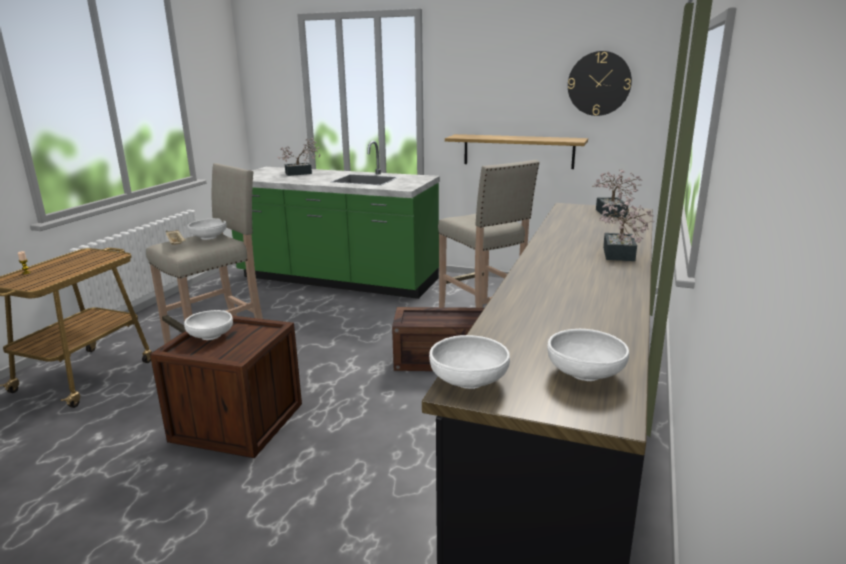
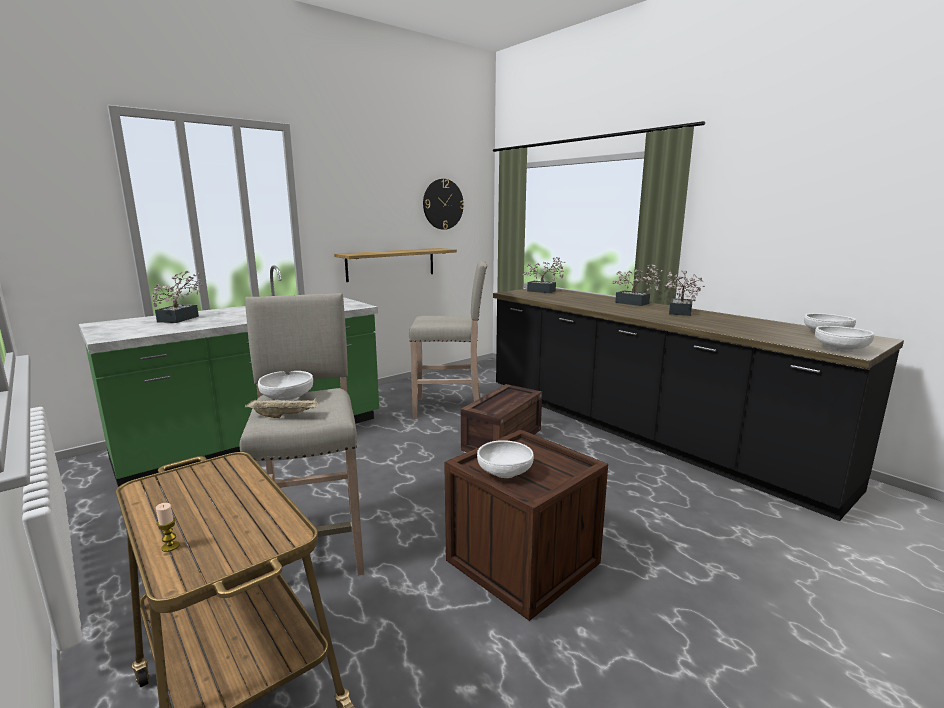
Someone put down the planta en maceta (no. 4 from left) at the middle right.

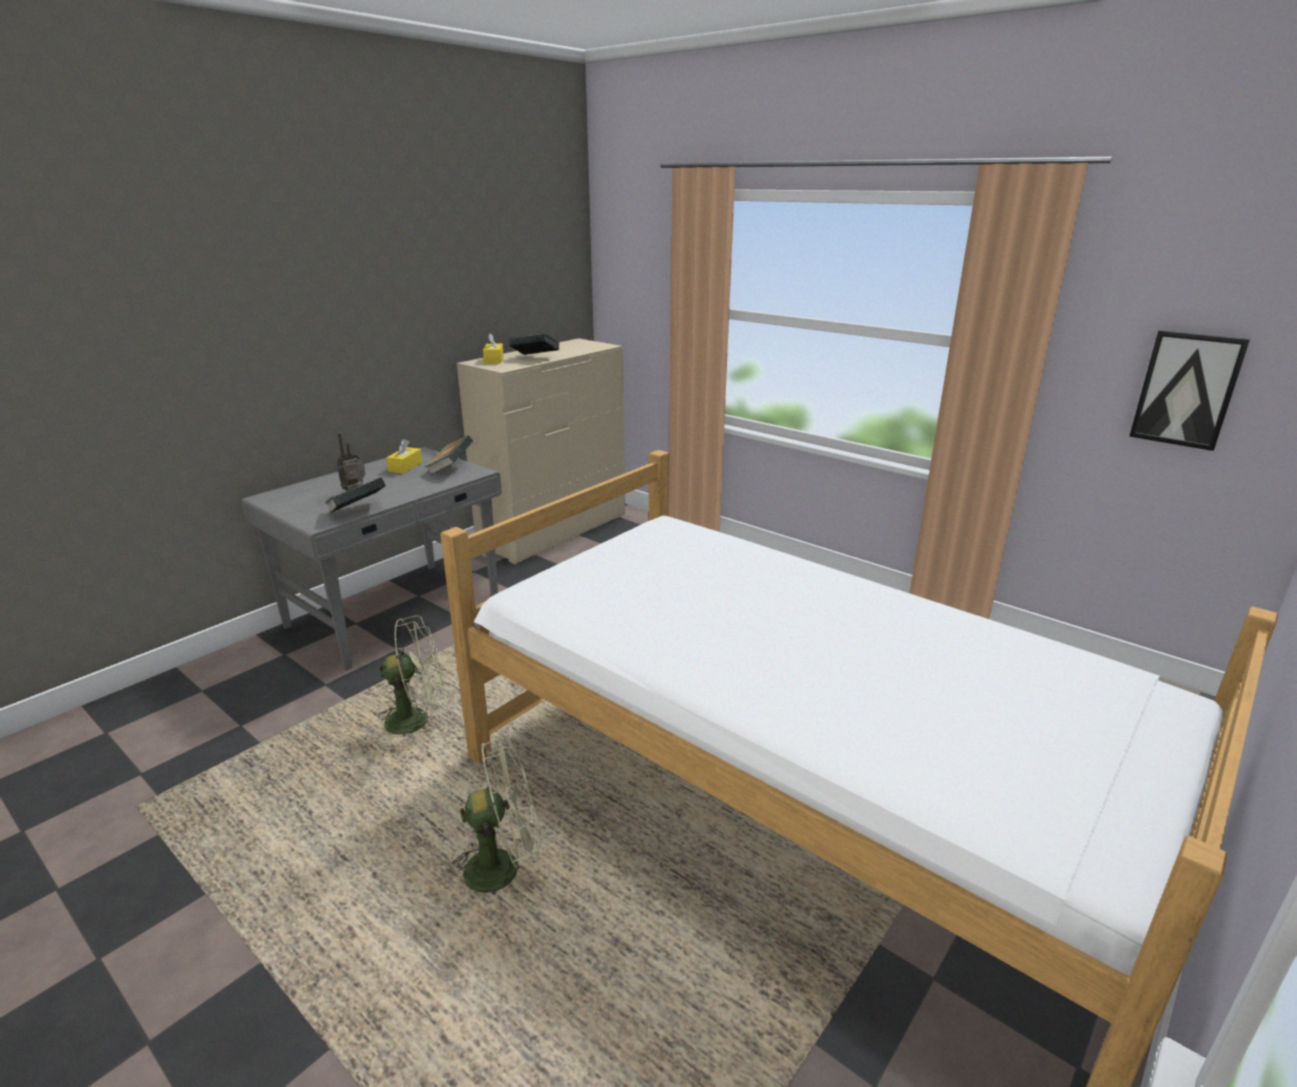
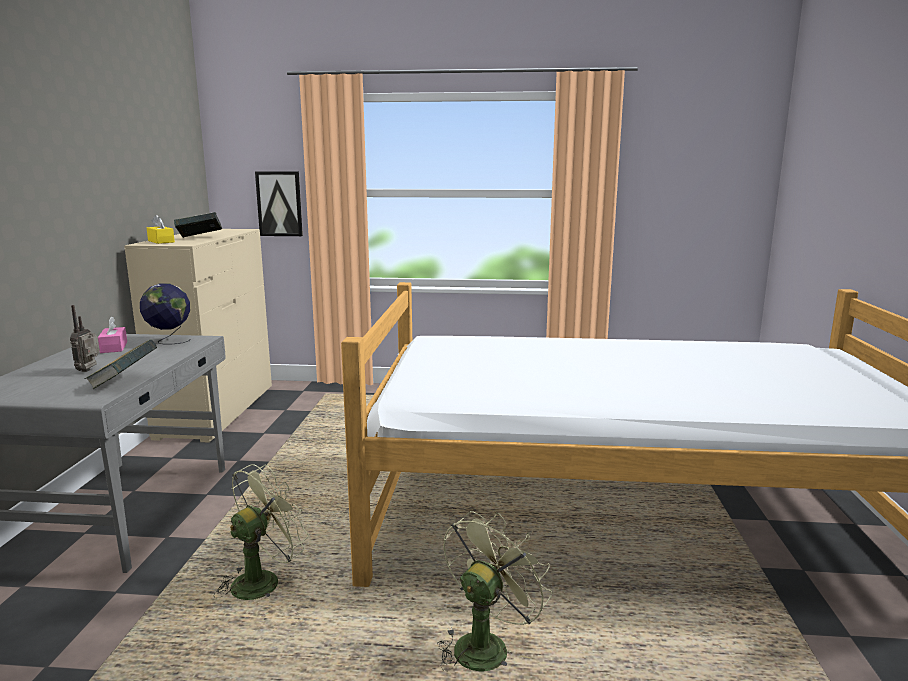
Someone carried the cuadro from the middle right to the top left. Someone swapped the libro (no. 2 from left) at the centre for the globo terráqueo at the middle left. Someone repainted the caja de pañuelos (amarillo) (no. 1 from left) at the middle left, which became the caja de pañuelos (rosa) at the middle left.

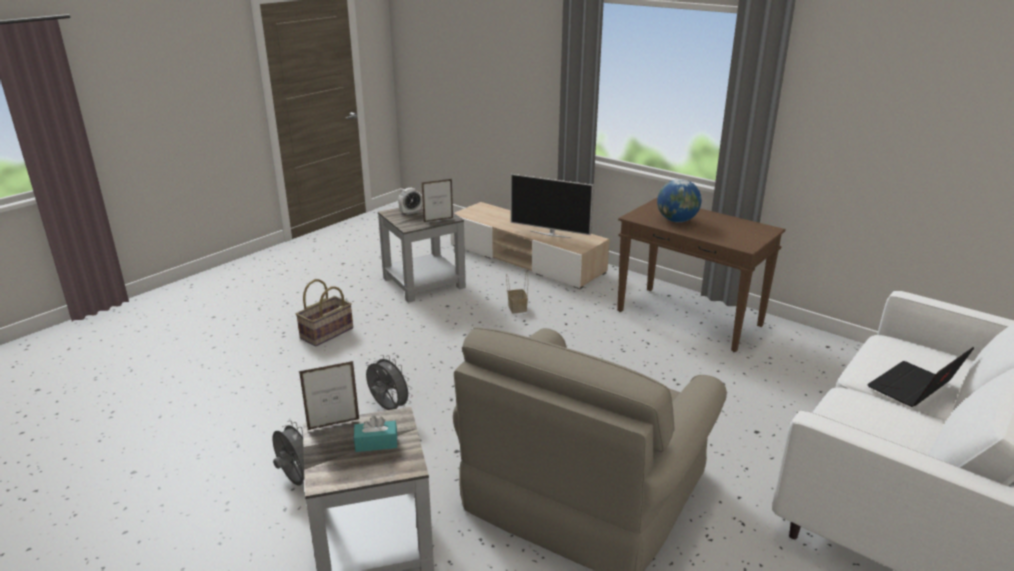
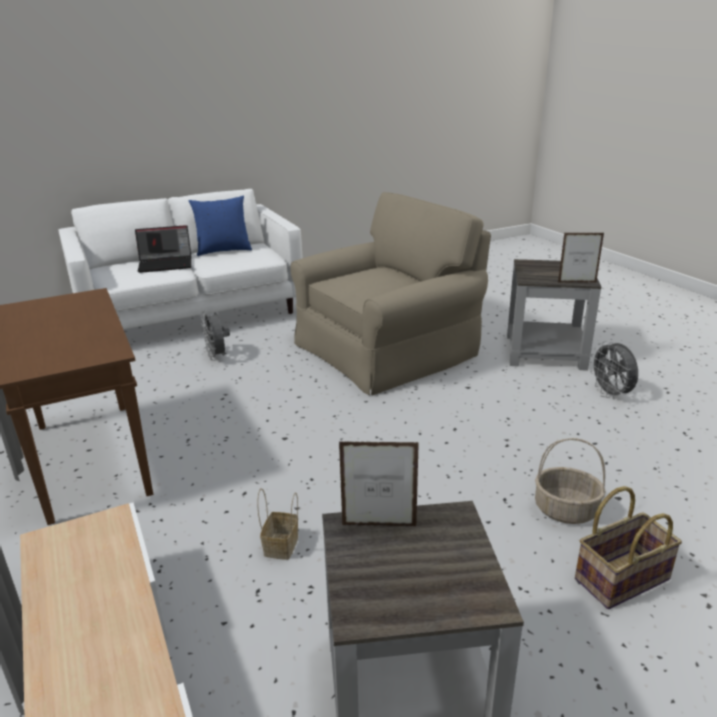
Someone took away the televisor at the centre. Someone took away the globo terráqueo at the middle right. Someone took away the despertador at the centre. Someone carried the ventilador (gris) (no. 2 from left in the first image) from the bottom centre to the middle left. Someone took away the caja de pañuelos (turquesa) at the bottom centre. Someone put down the cojín (azul) at the top left. Someone put down the cesta (no. 2 from left) at the bottom right.

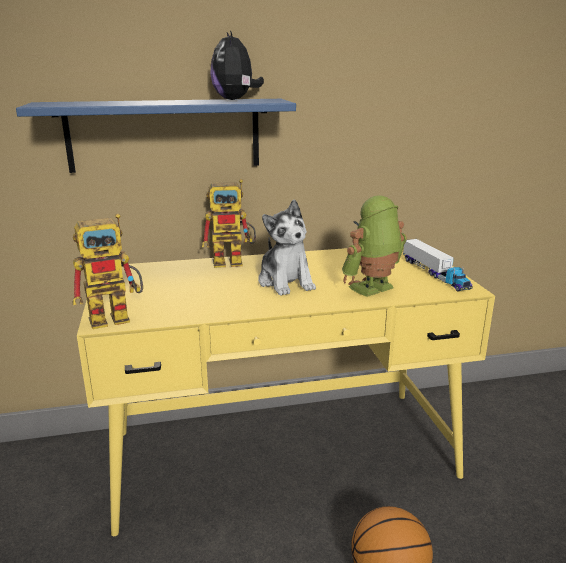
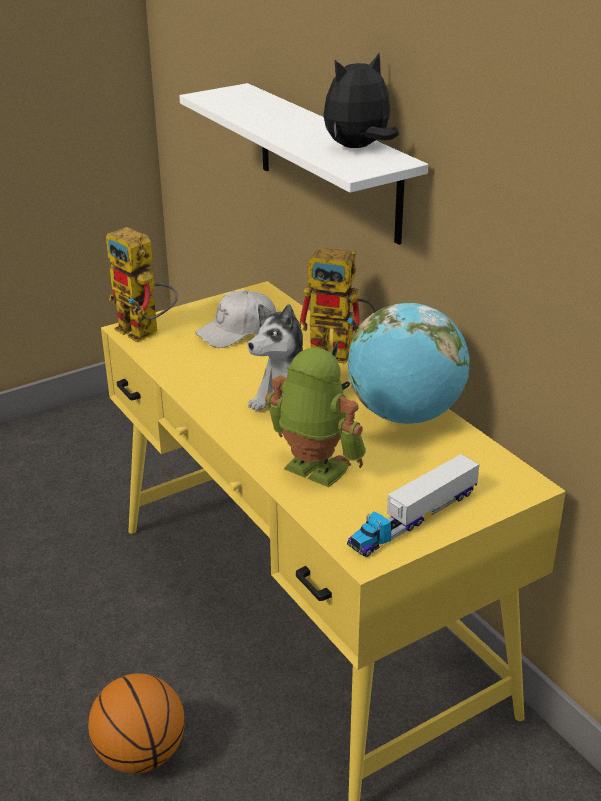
Someone repainted the estante (azul) at the top left, which became the estante (blanco) at the top centre. Someone rotated the robot de juguete (no. 2 from left in the first image) at the centre by 45 degrees counterclockwise. Someone put down the gorra (blanco) at the centre. Someone put down the globo terráqueo at the middle right.

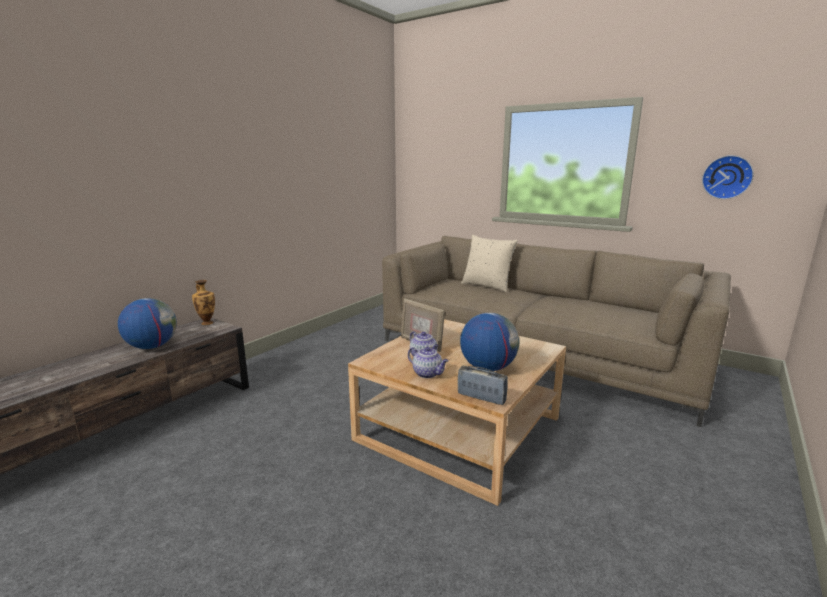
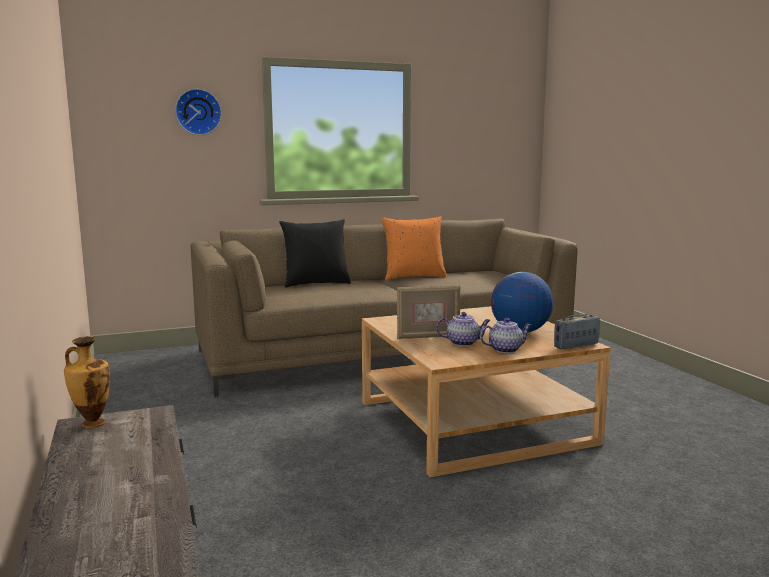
Someone carried the reloj de pared from the top right to the top left. Someone repainted the cojín (beis) at the centre, which became the cojín (negro) at the centre. Someone took away the globo terráqueo (no. 1 from left) at the middle left. Someone put down the cojín (naranja) at the centre.

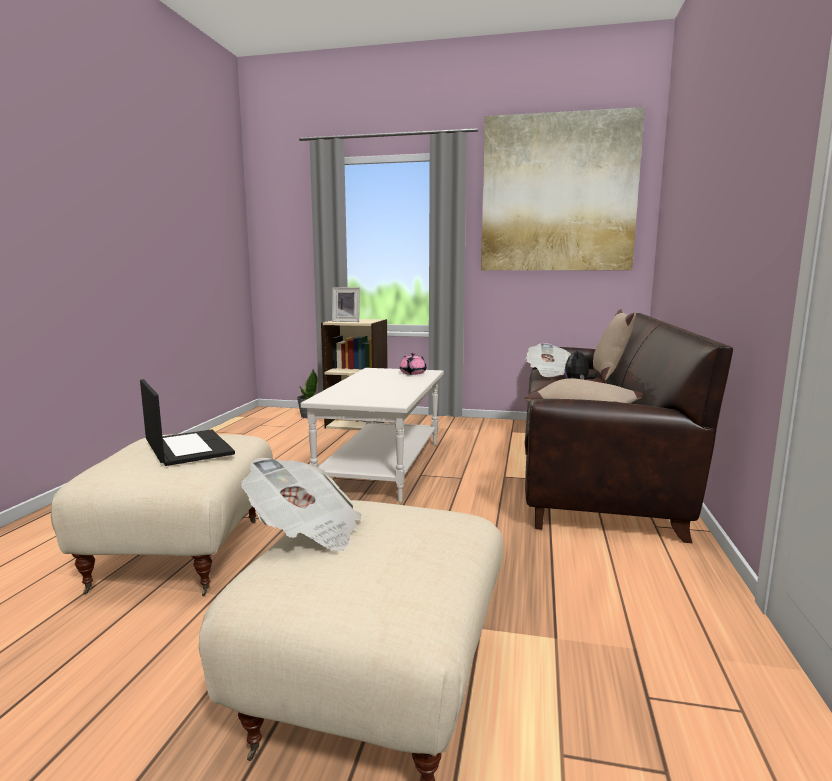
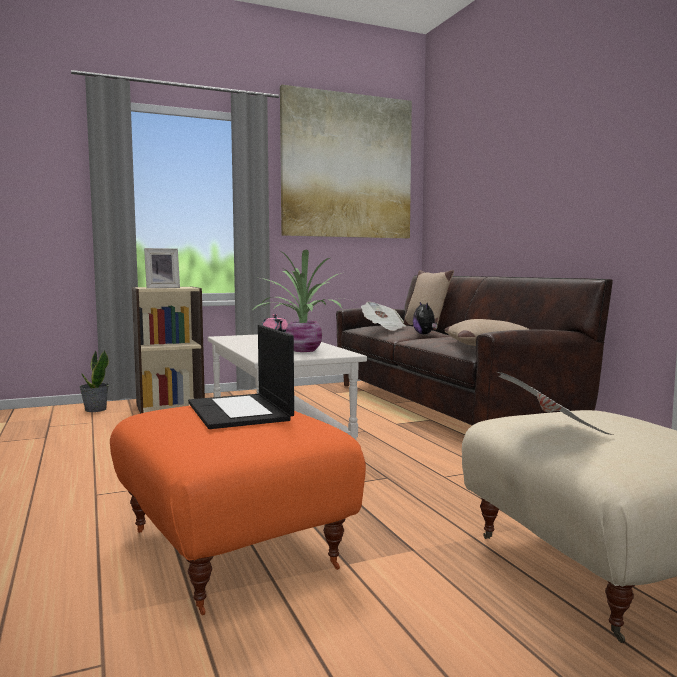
Someone rotated the portátil at the middle left by 135 degrees counterclockwise. Someone repainted the puf (beis) (no. 1 from left) at the middle left, which became the puf (naranja) at the bottom centre. Someone put down the planta en maceta (no. 2 from left) at the centre.

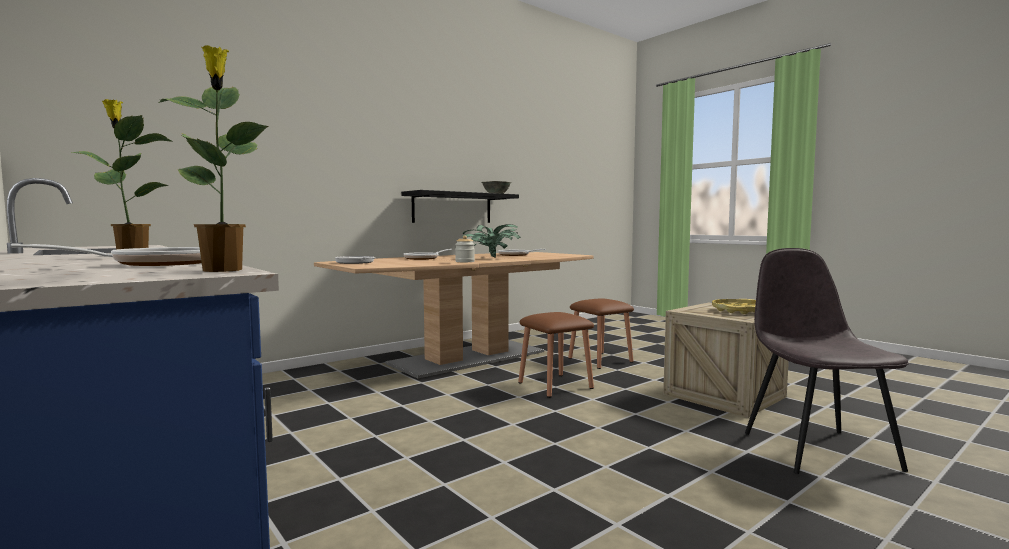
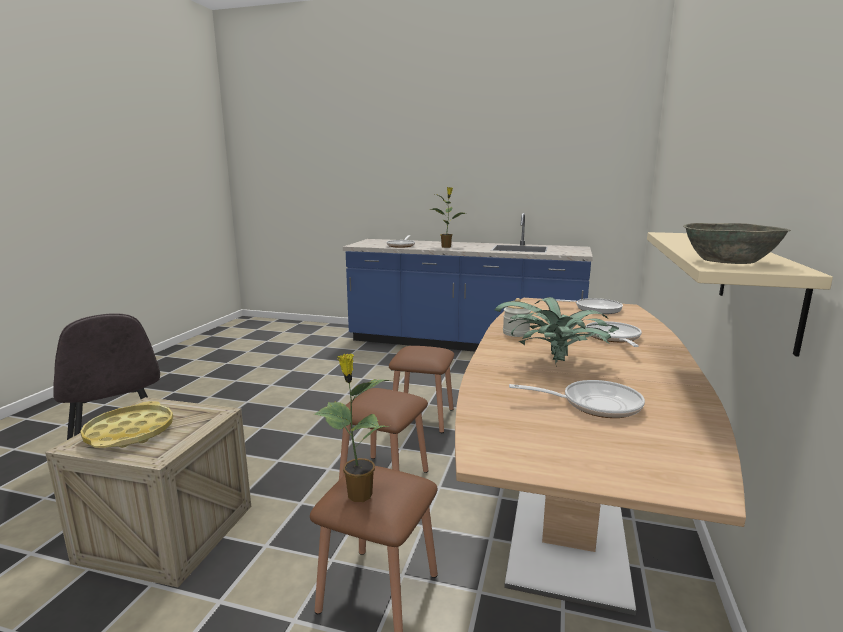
Someone carried the planta en maceta (no. 2 from left in the first image) from the top left to the bottom centre. Someone repainted the estante (negro) at the centre, which became the estante (beis) at the middle right. Someone put down the taburete (marrón) (no. 3 from left) at the centre.

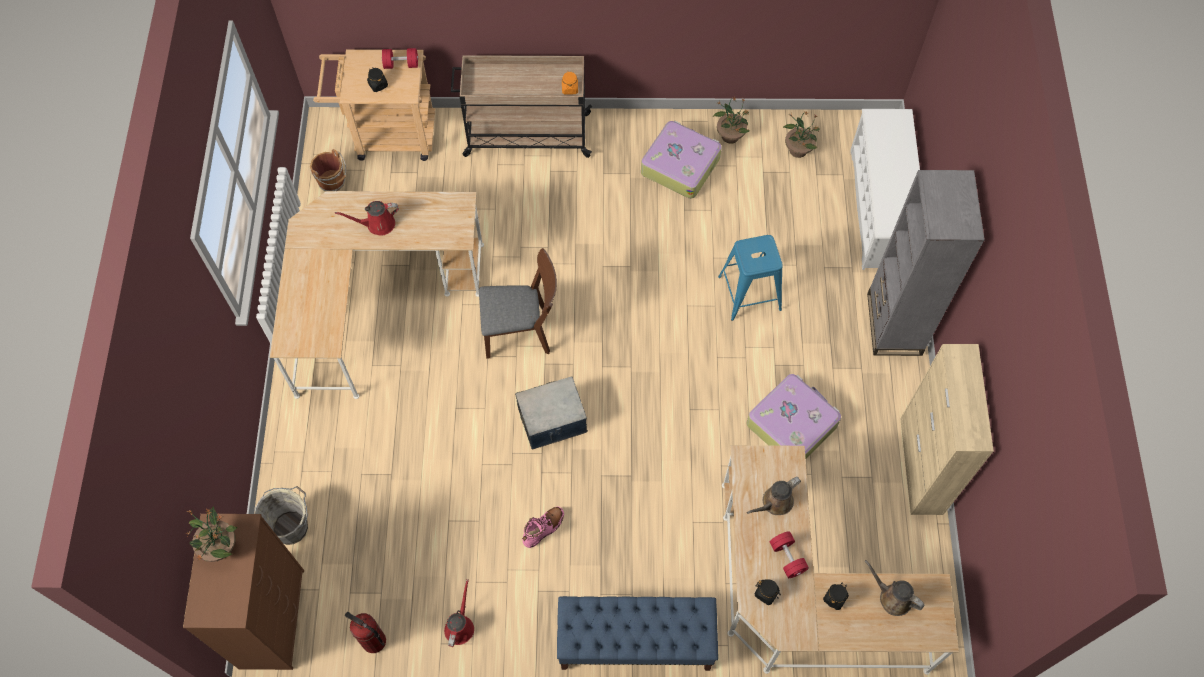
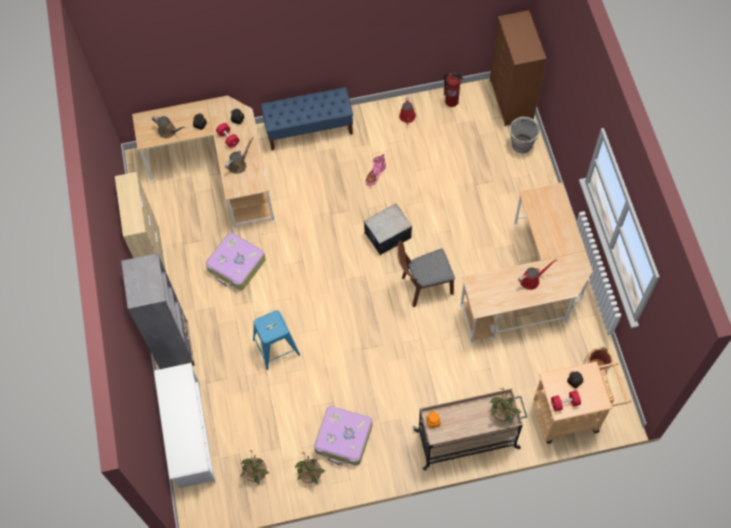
Someone carried the planta en maceta (no. 1 from left in the first image) from the bottom left to the bottom right.

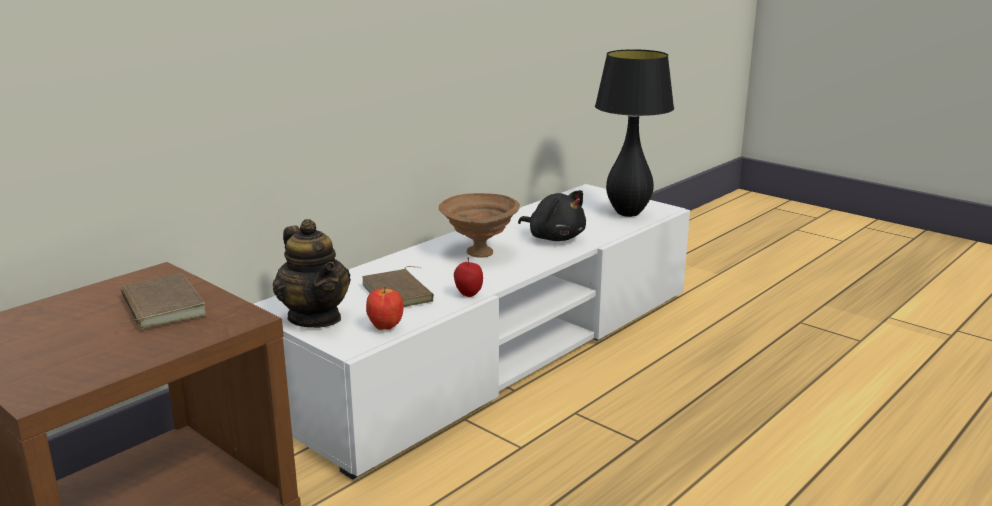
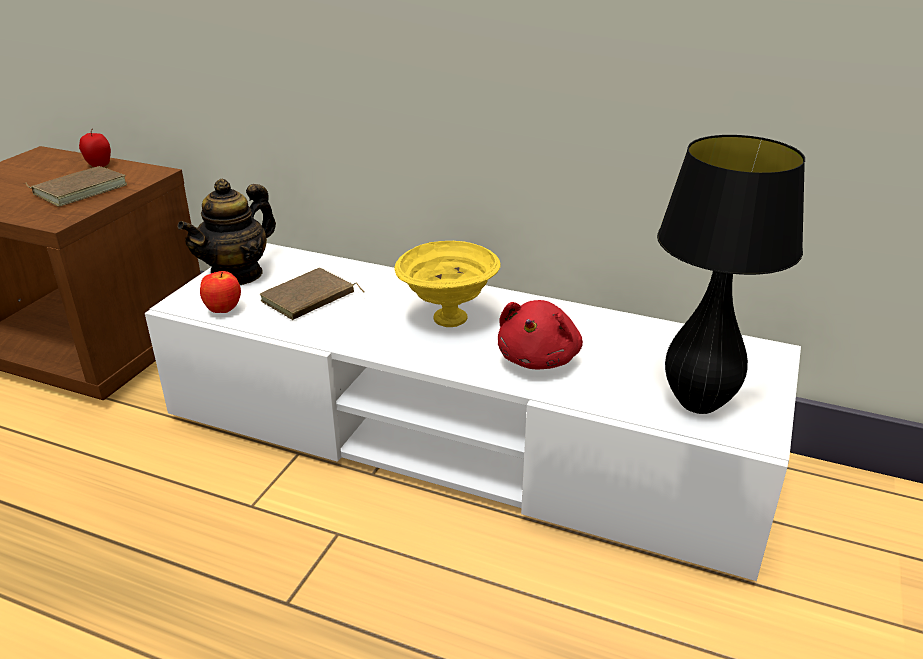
Someone repainted the peluche (negro) at the centre, which became the peluche (rojo) at the centre. Someone repainted the cuenco (marrón) at the centre, which became the cuenco (amarillo) at the centre. Someone carried the manzana (no. 2 from left in the first image) from the centre to the top left.

